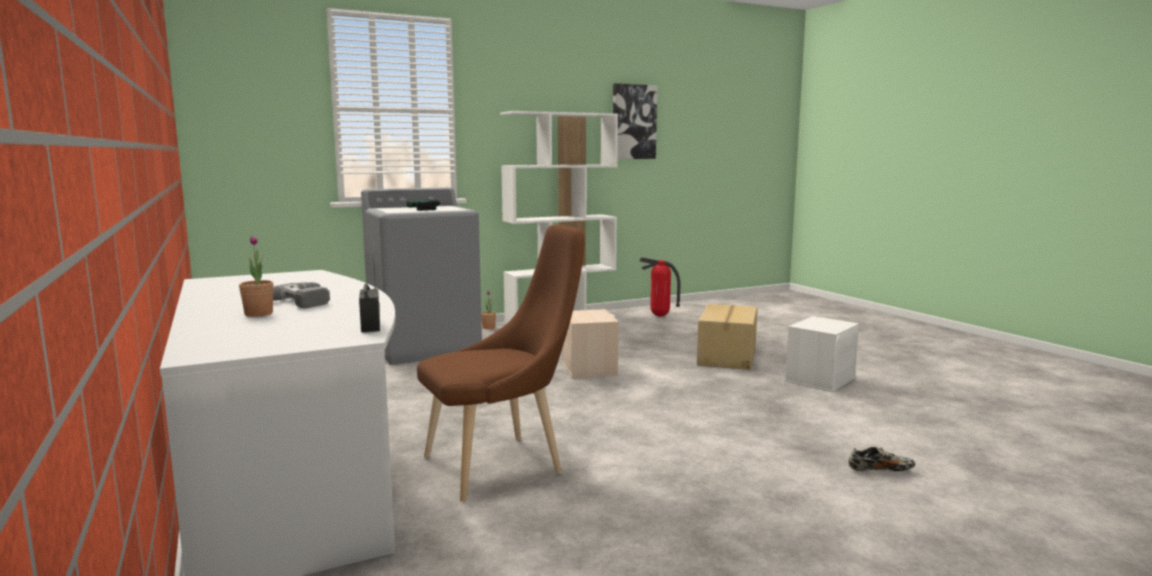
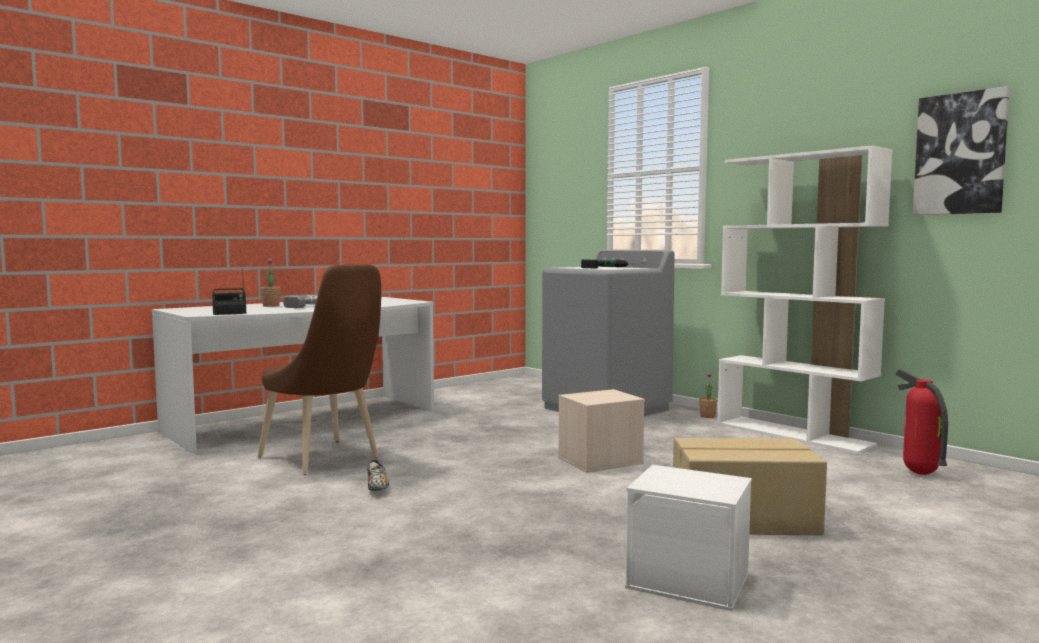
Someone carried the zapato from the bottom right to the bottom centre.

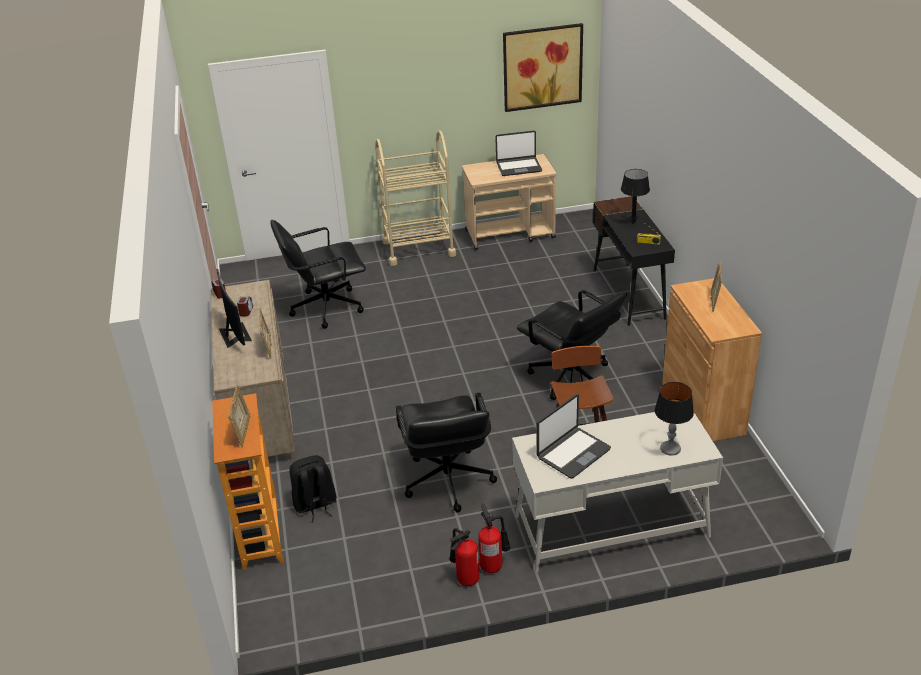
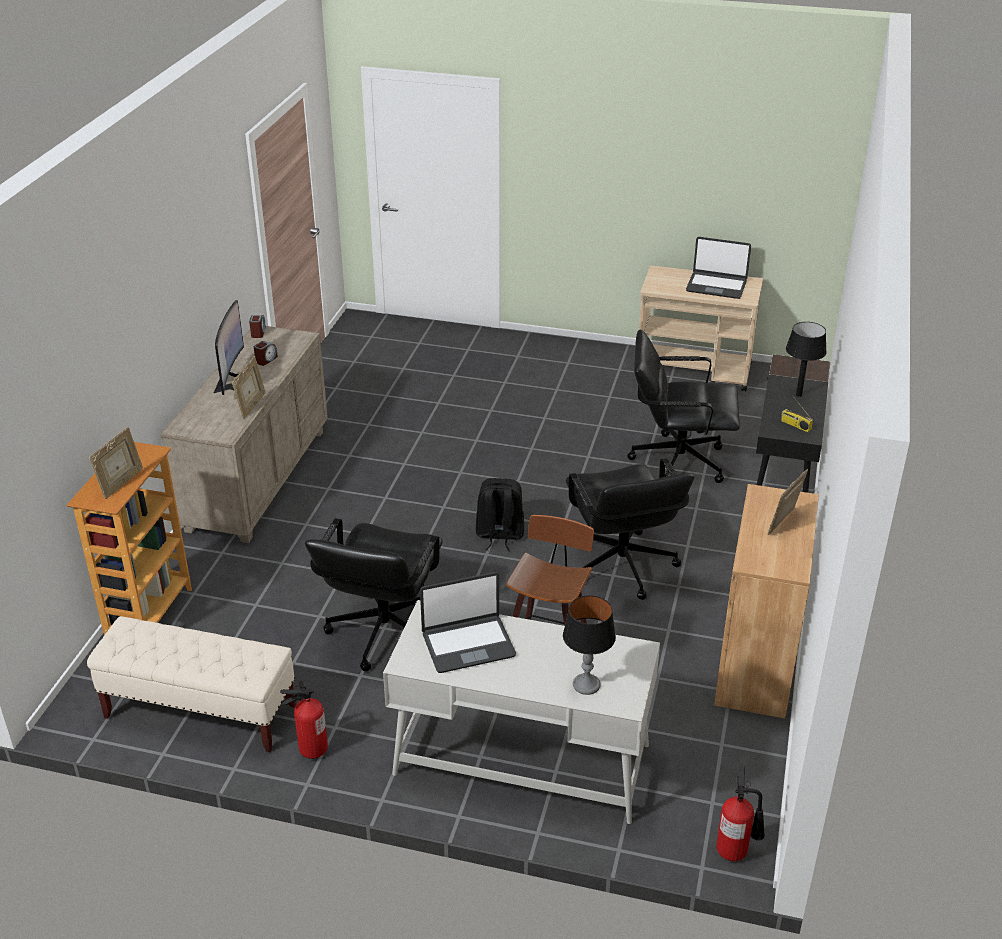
Someone took away the cuadro at the top centre. Someone took away the carrito (beis) (no. 1 from left) at the top centre. Someone carried the silla de oficina (negro) (no. 1 from left in the first image) from the centre to the middle right. Someone carried the mochila (negro) from the bottom centre to the centre. Someone carried the extintor (no. 2 from left) from the bottom centre to the bottom right. Someone put down the banco (beis) at the bottom left.

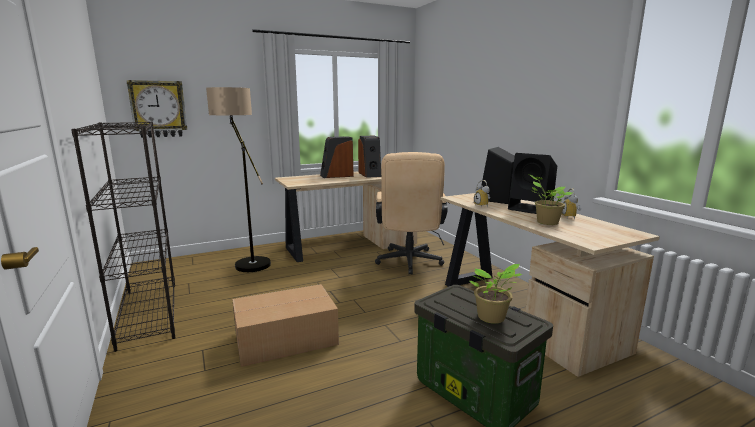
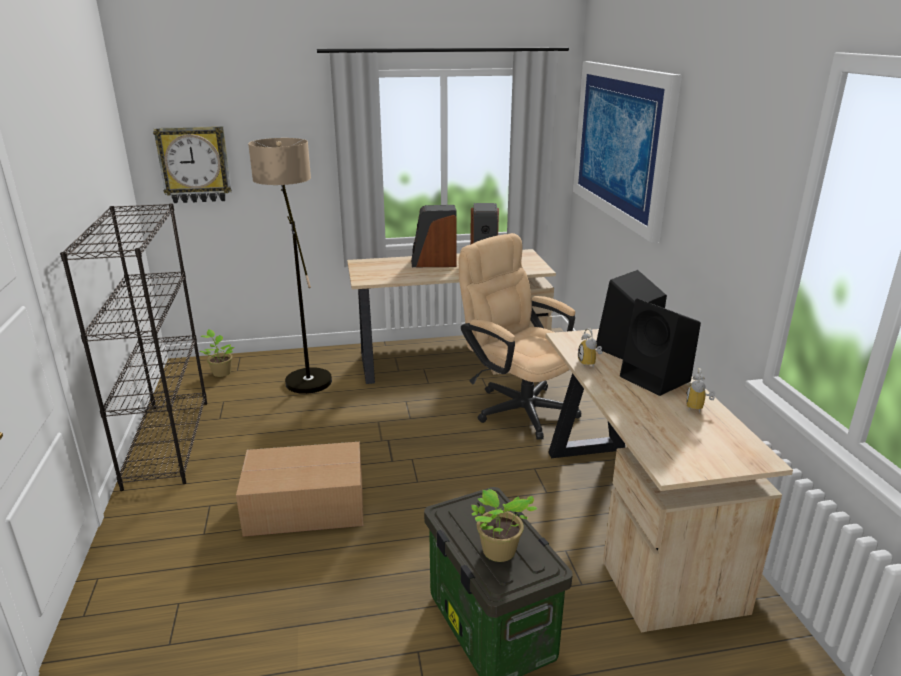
Someone rotated the silla de oficina (beis) at the centre by 120 degrees clockwise. Someone carried the planta en maceta (no. 2 from left in the first image) from the middle right to the middle left. Someone put up the cuadro at the top right.

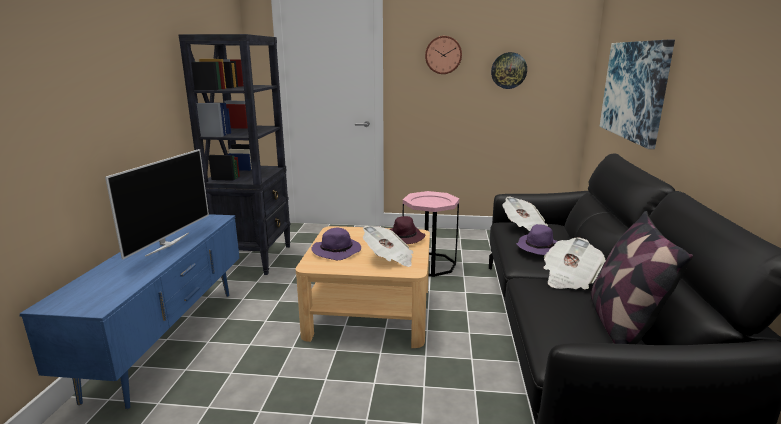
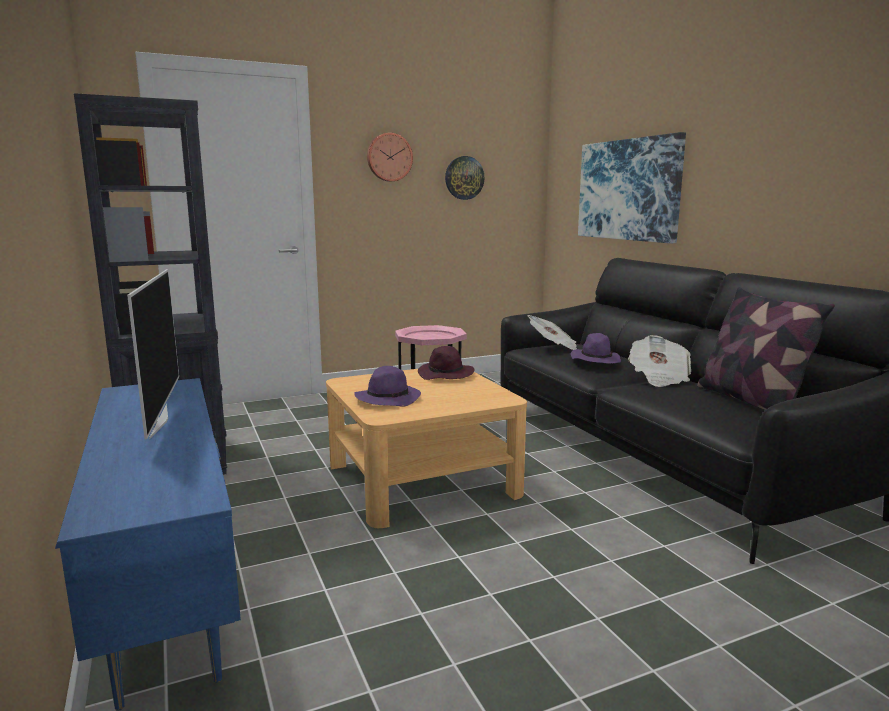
Someone took away the periódico (no. 1 from left) at the centre.

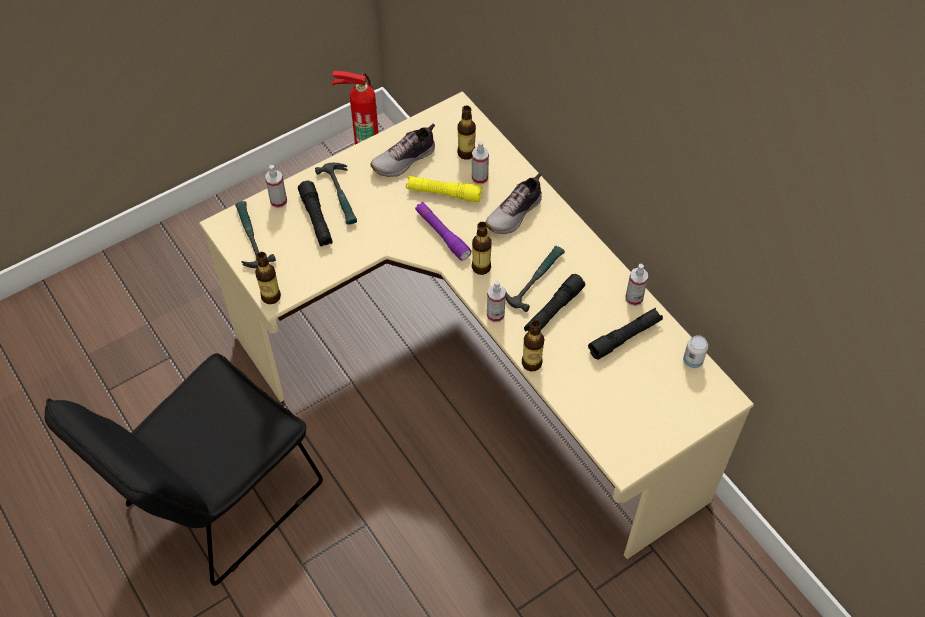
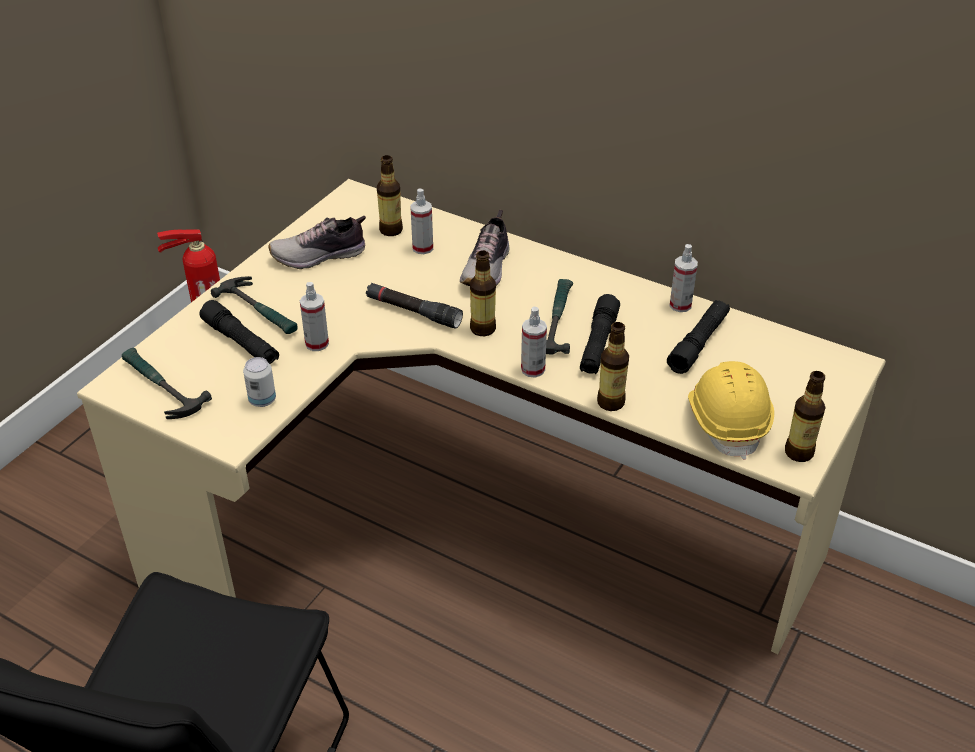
Someone rotated the zapato (no. 1 from left) at the top centre by 45 degrees clockwise. Someone carried the pulverizador (no. 1 from left) from the top left to the middle left. Someone took away the linterna (amarillo) at the top centre. Someone repainted the linterna (morado) at the centre, which became the linterna (negro) (no. 2 from left) at the centre. Someone carried the botella (no. 1 from left in the first image) from the middle left to the middle right. Someone carried the lata from the middle right to the middle left. Someone put down the casco (amarillo) at the middle right.

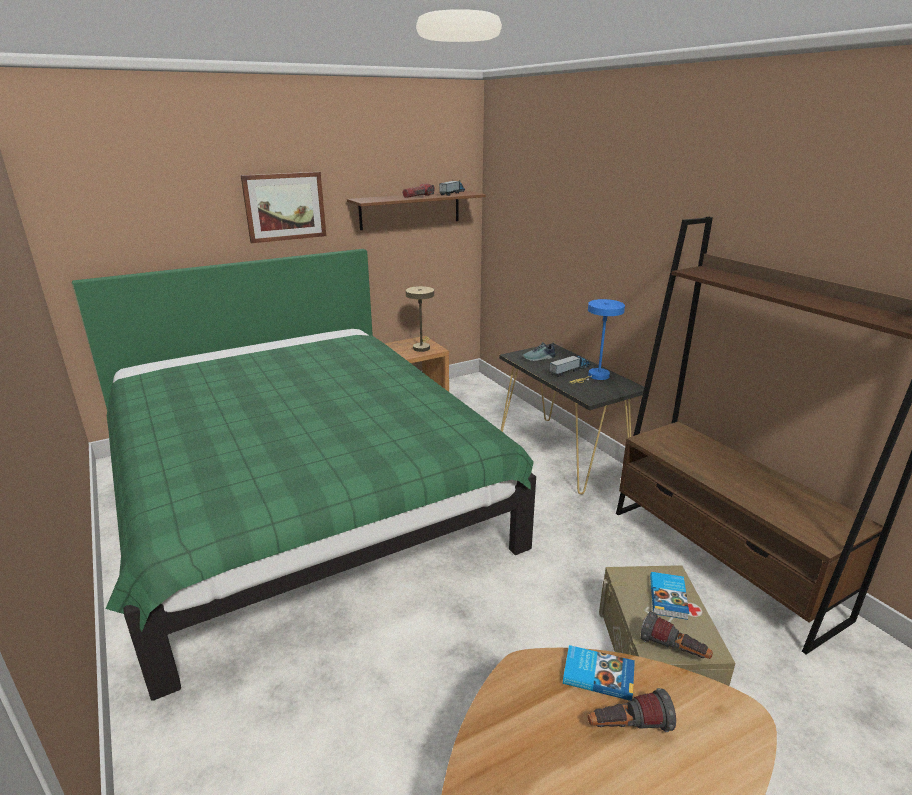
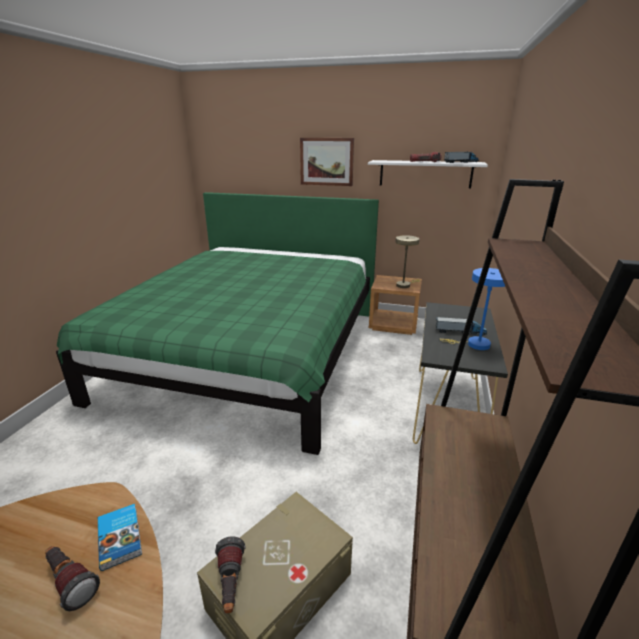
Someone repainted the estante (marrón) at the top centre, which became the estante (blanco) at the top right. Someone took away the zapato at the centre. Someone took away the libro (no. 2 from left) at the bottom right.

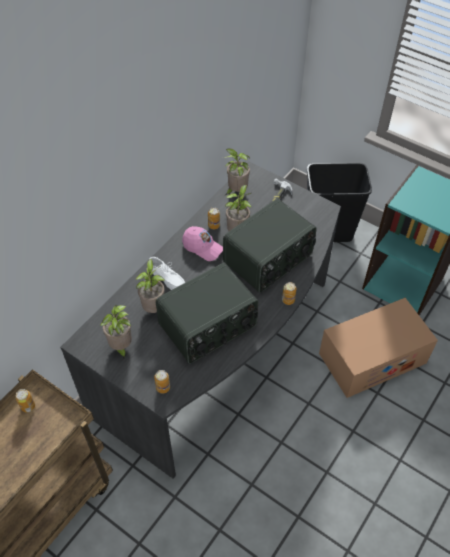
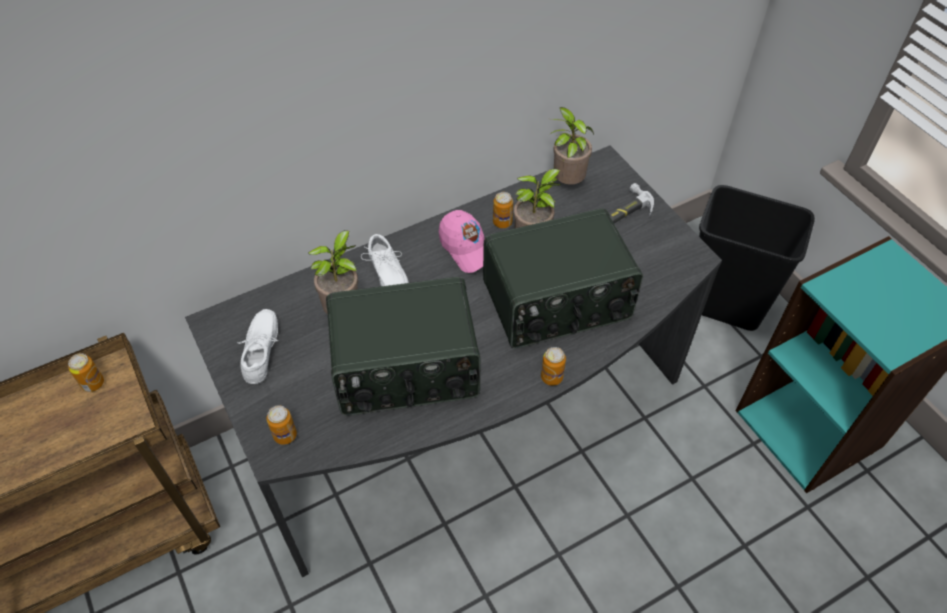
Someone took away the caja de cartón at the middle right. Someone swapped the planta en maceta (no. 1 from left) at the middle left for the zapato (blanco) (no. 1 from left) at the middle left.

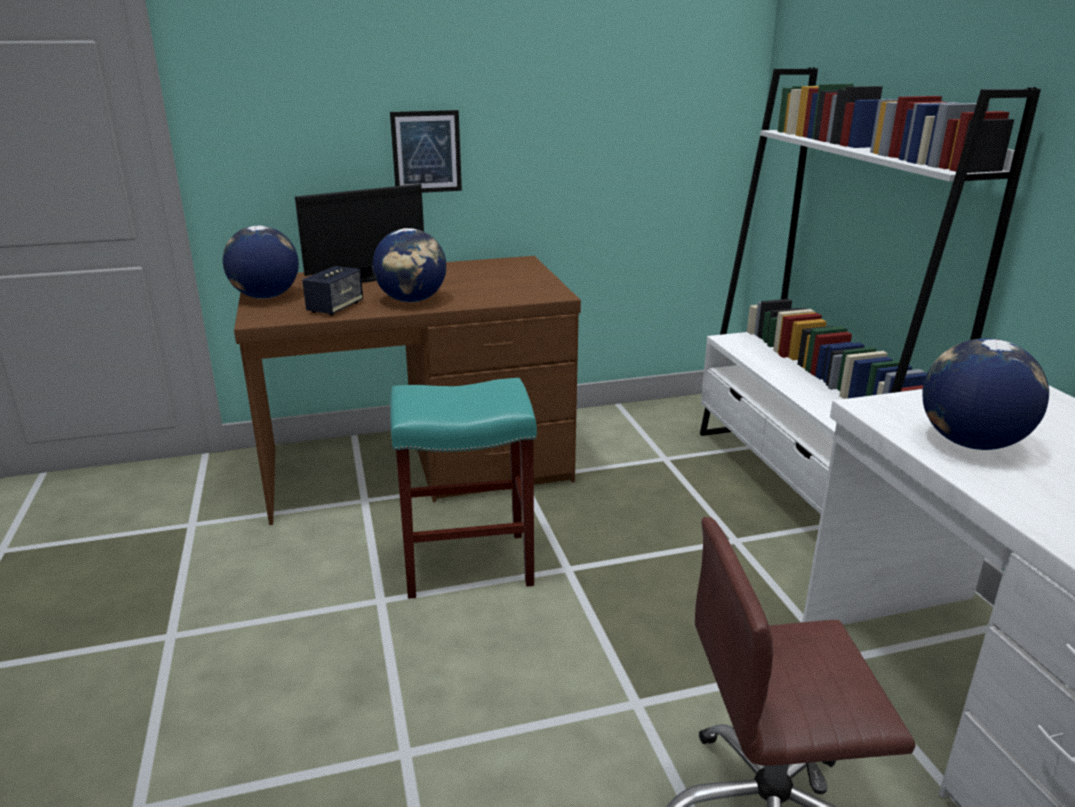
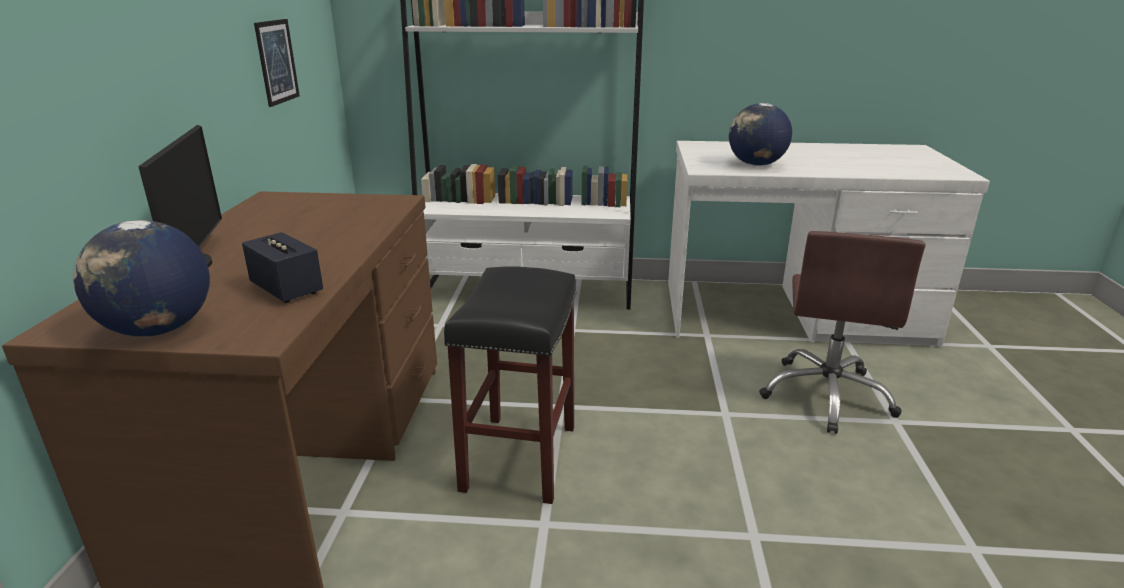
Someone carried the cuadro from the top centre to the top left. Someone took away the globo terráqueo (no. 2 from left) at the top centre. Someone repainted the taburete (turquesa) at the centre, which became the taburete (negro) at the centre.

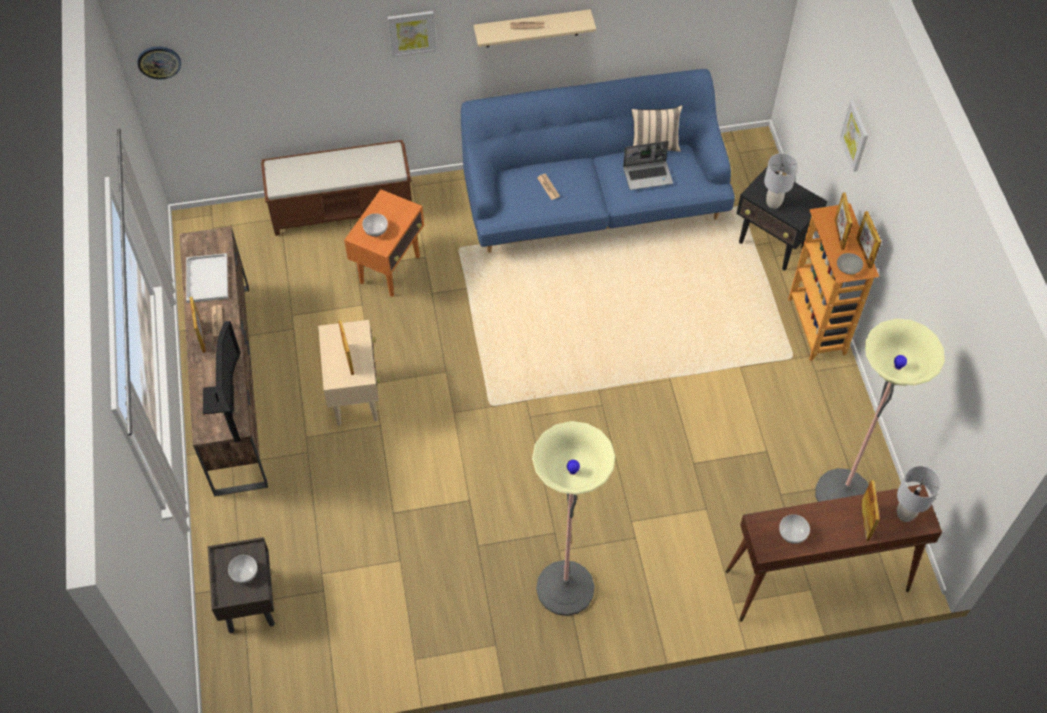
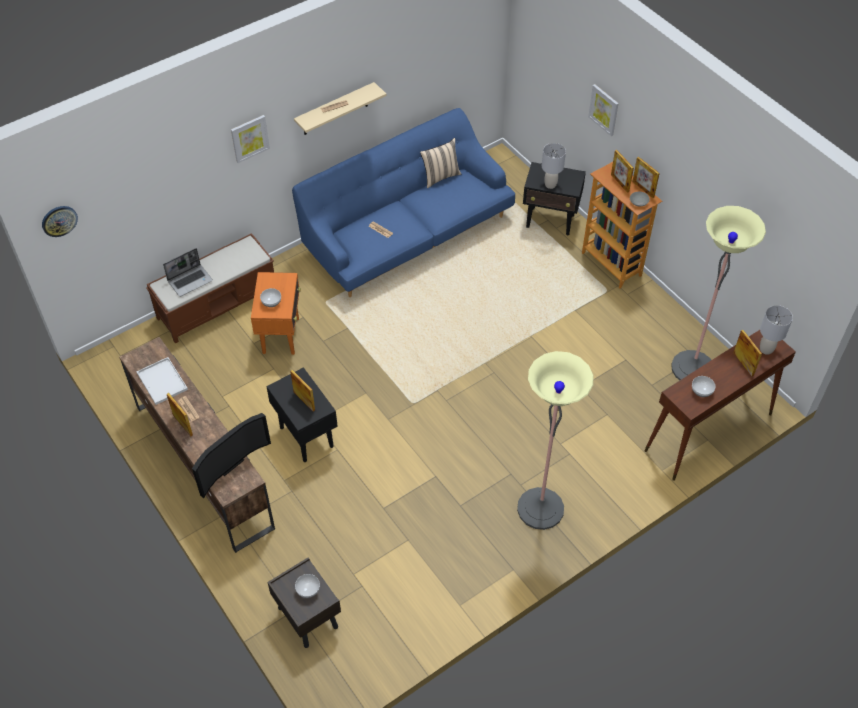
Someone carried the portátil from the top centre to the middle left. Someone repainted the mesa auxiliar (beis) at the centre, which became the mesa auxiliar (negro) (no. 1 from left) at the centre. Someone rotated the televisor at the middle left by 75 degrees clockwise.

